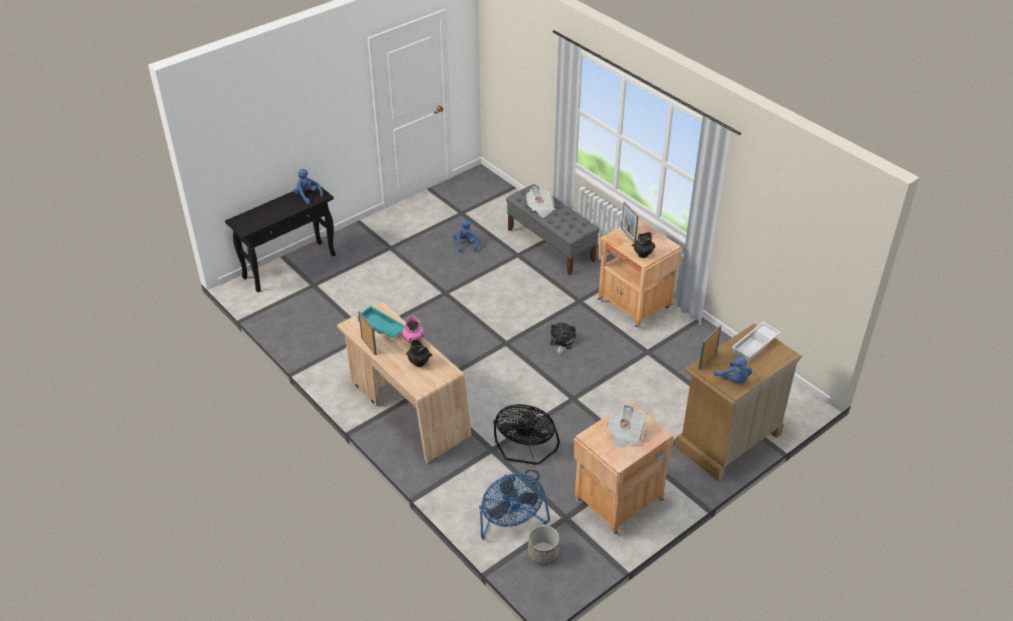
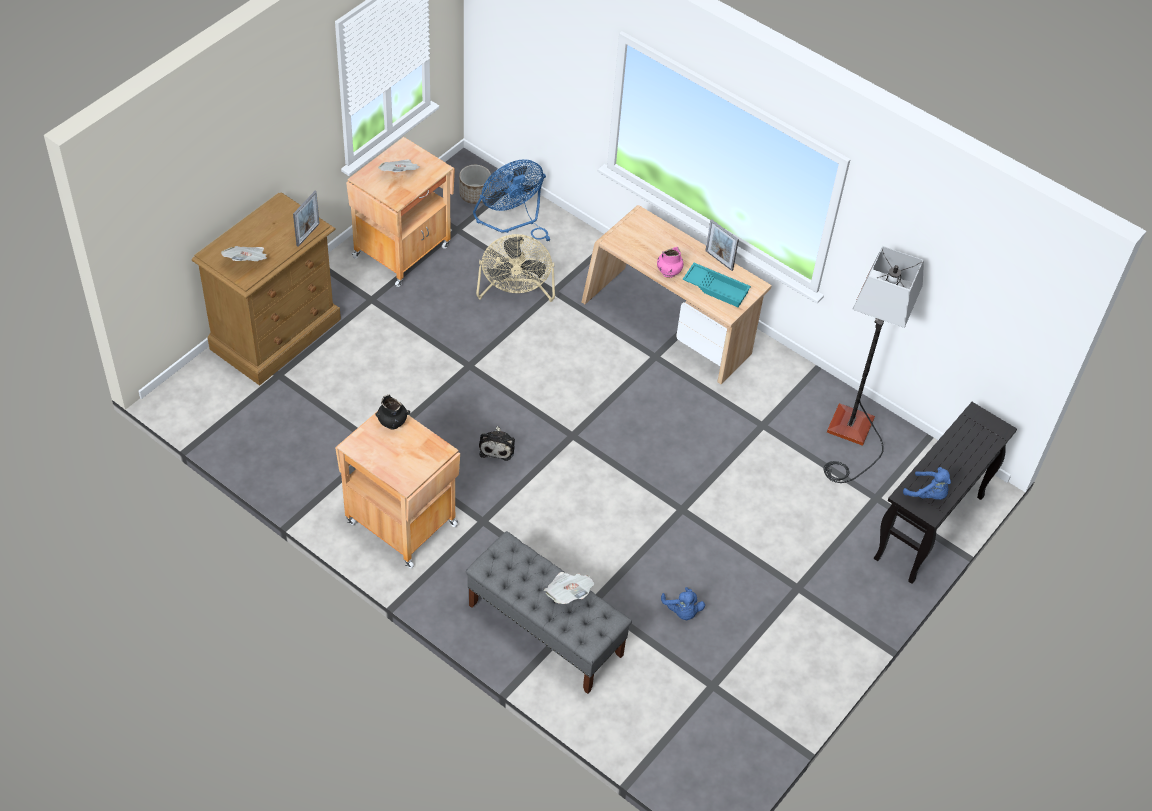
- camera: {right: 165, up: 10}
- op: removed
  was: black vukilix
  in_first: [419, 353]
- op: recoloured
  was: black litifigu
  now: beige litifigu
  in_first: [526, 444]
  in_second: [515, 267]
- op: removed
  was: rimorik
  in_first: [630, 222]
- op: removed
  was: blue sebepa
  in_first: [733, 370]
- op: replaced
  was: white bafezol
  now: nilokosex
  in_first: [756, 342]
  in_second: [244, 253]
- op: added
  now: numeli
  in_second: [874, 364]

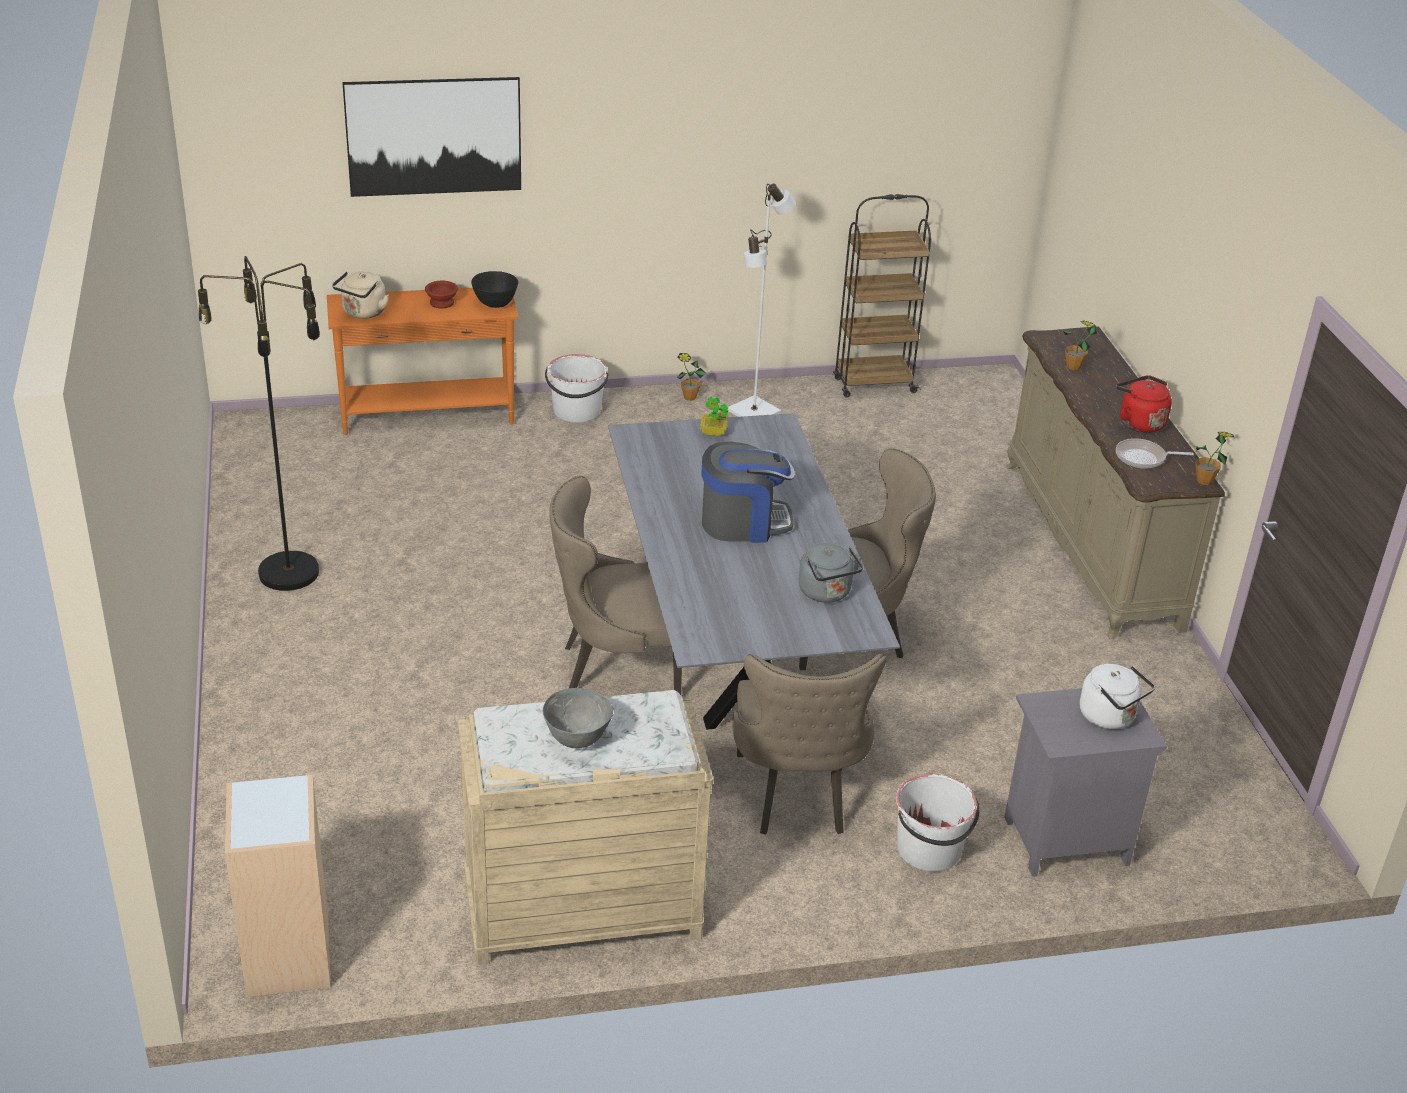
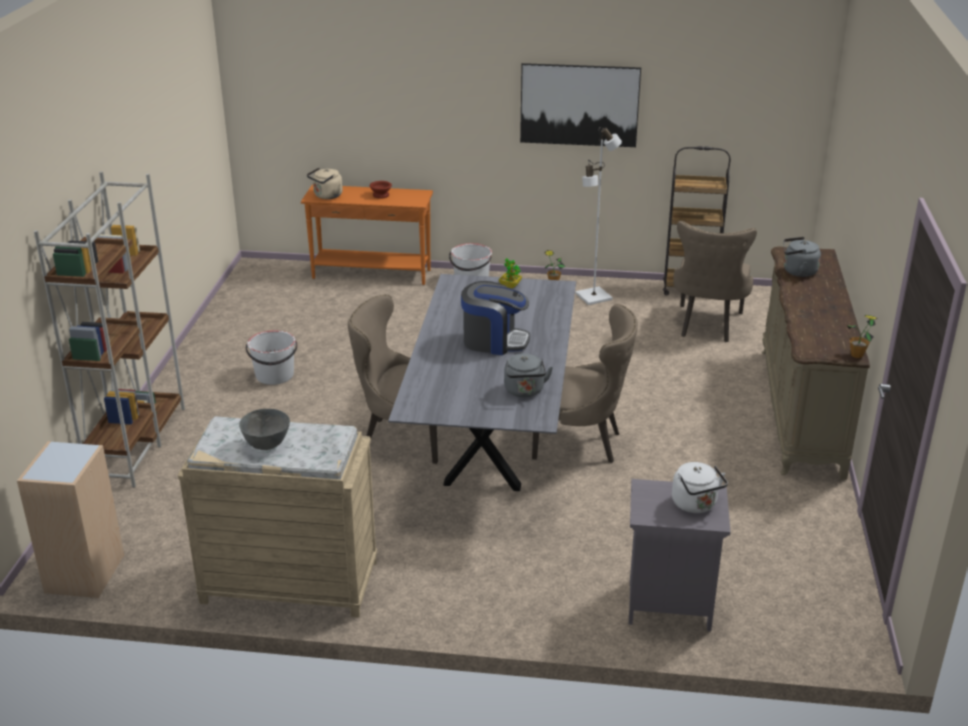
- camera: {right: 20, up: -5}
- op: removed
  was: numeli
  in_first: [259, 423]
- op: moved
  was: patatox
  in_first: [431, 137]
  in_second: [580, 105]
- op: removed
  was: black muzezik
  in_first: [494, 289]
- op: moved
  was: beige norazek
  in_first: [809, 744]
  in_second: [715, 281]
- op: moved
  was: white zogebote
  in_first: [937, 823]
  in_second: [271, 357]
- op: replaced
  was: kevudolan
  now: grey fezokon
  in_first: [1079, 345]
  in_second: [802, 257]
- op: removed
  was: red fezokon
  in_first: [1144, 404]
- op: removed
  was: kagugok
  in_first: [1155, 453]
- op: added
  now: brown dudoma
  in_second: [109, 329]

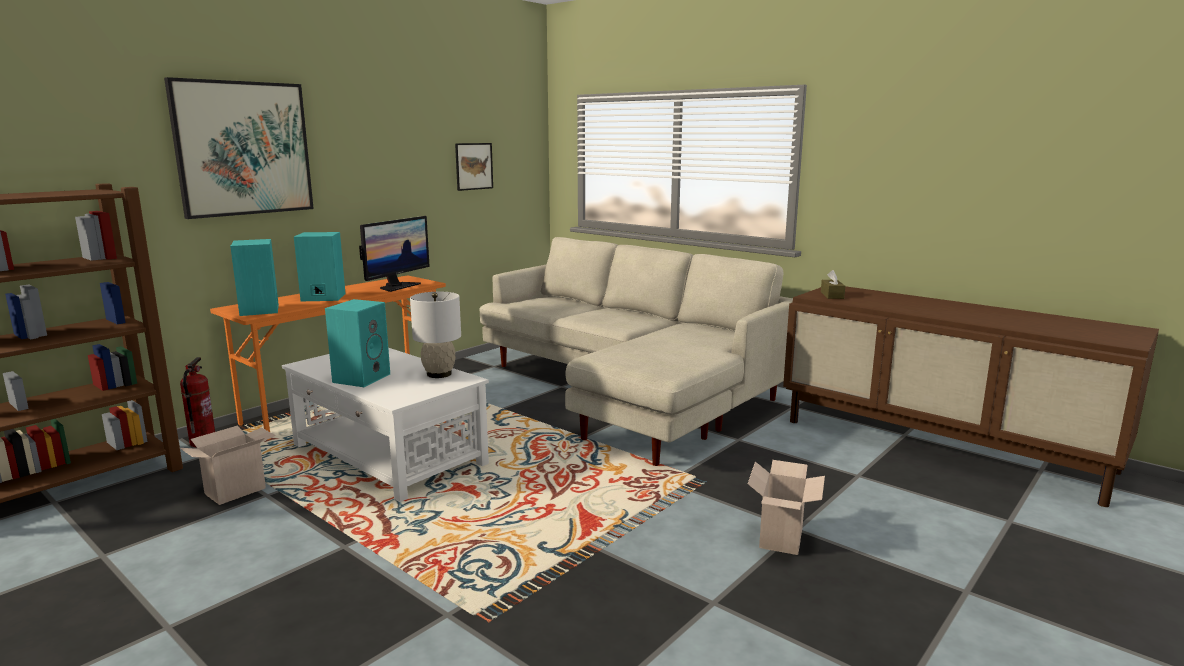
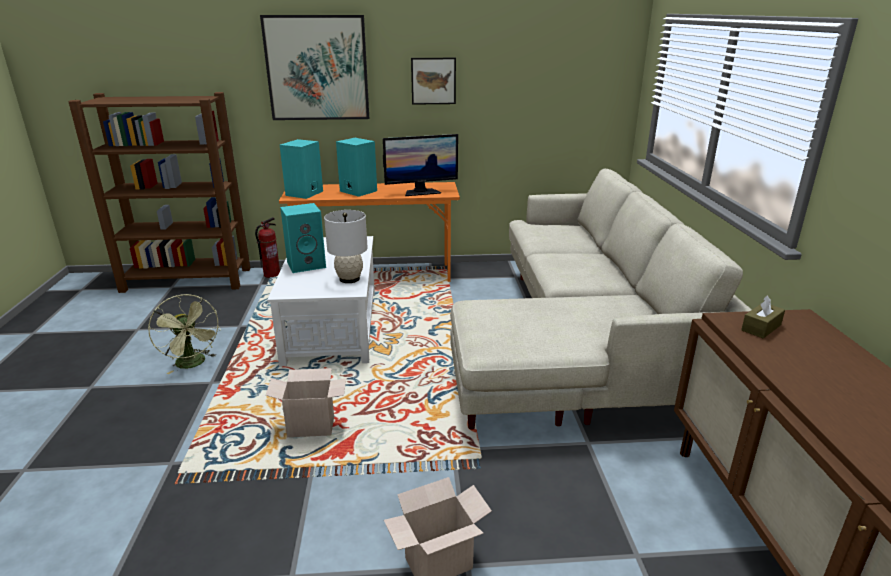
- camera: {right: 45, up: 10}
- op: moved
  was: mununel
  in_first: [228, 465]
  in_second: [306, 402]
- op: moved
  was: patatox
  in_first: [474, 167]
  in_second: [433, 81]
- op: added
  now: green litifigu
  in_second: [184, 334]

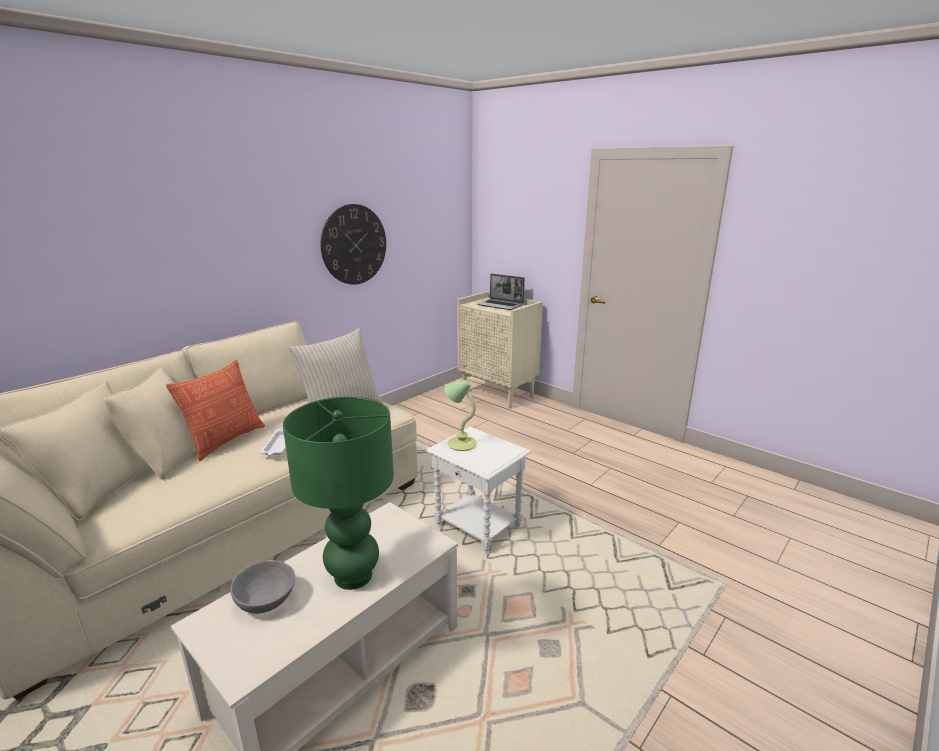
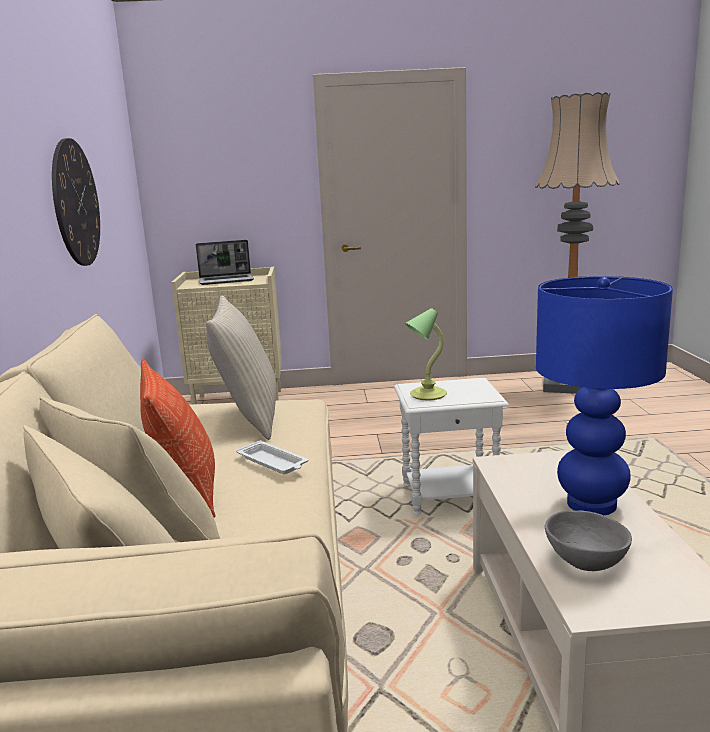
- camera: {right: -45, up: -5}
- op: recoloured
  was: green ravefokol
  now: blue ravefokol
  in_first: [338, 493]
  in_second: [604, 395]
- op: added
  now: numeli
  in_second: [577, 243]

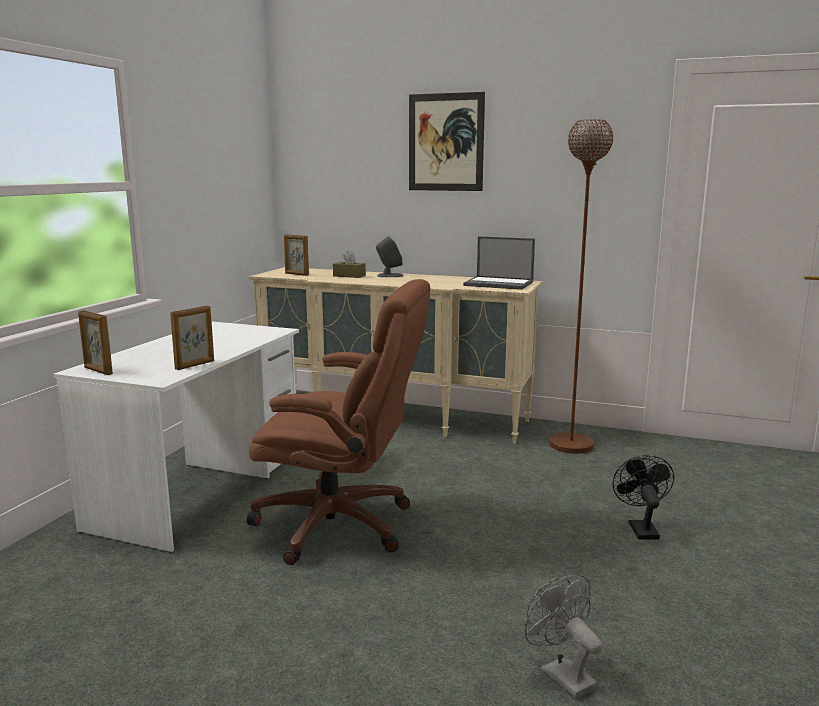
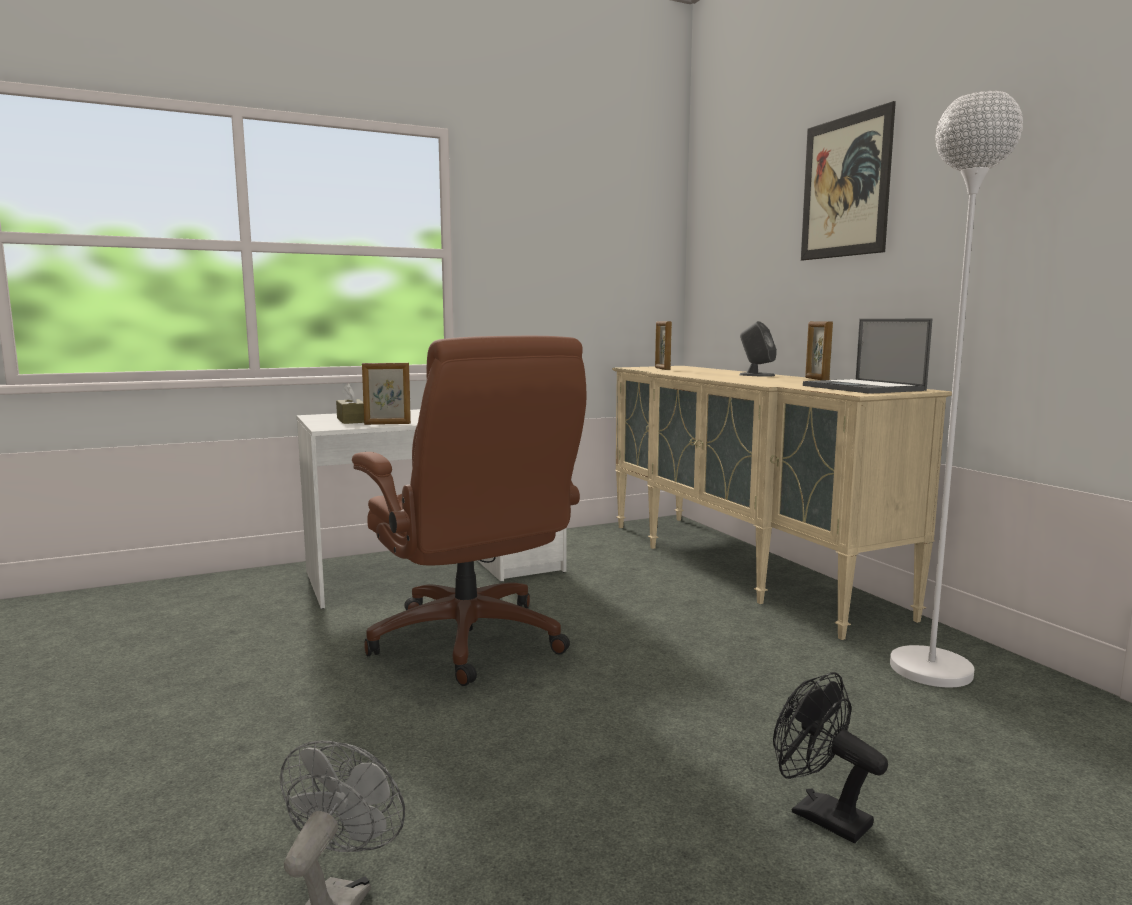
- camera: {right: 45, up: -5}
- op: moved
  was: rimorik
  in_first: [95, 342]
  in_second: [819, 350]
- op: moved
  was: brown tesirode
  in_first: [349, 264]
  in_second: [350, 404]
- op: recoloured
  was: brown numeli
  now: white numeli
  in_first: [581, 286]
  in_second: [956, 389]
- op: turned
  was: black litifigu
  in_first: [643, 497]
  in_second: [830, 757]
  clockwise: -90

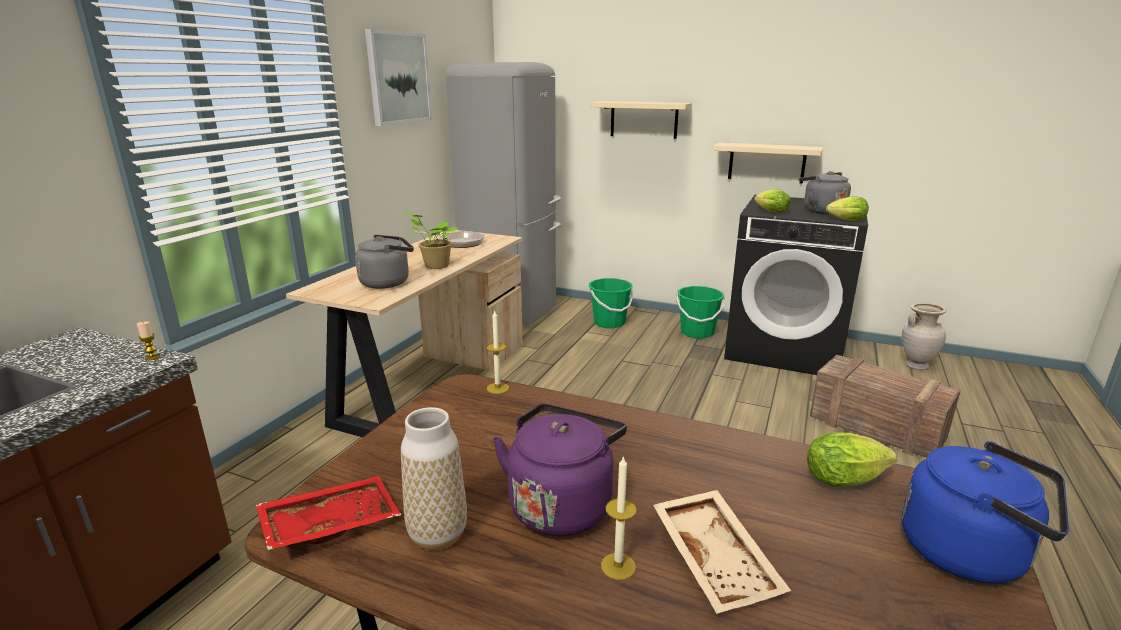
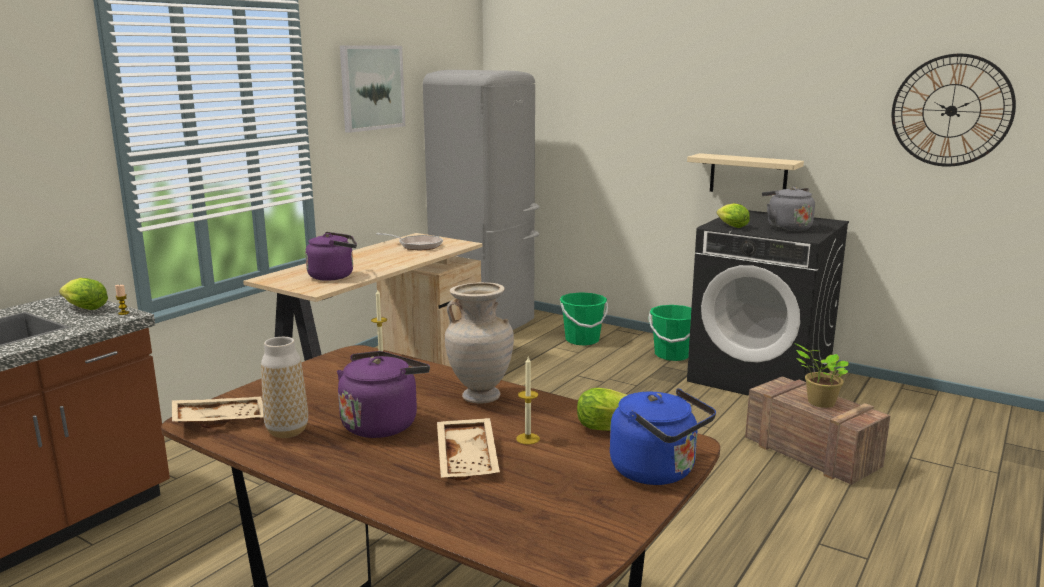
- camera: {right: 10, up: -5}
- op: recoloured
  was: red bafezol
  now: beige bafezol
  in_first: [328, 513]
  in_second: [217, 412]
- op: recoloured
  was: grey fezokon
  now: purple fezokon
  in_first: [384, 262]
  in_second: [331, 256]
- op: moved
  was: kevudolan
  in_first: [431, 240]
  in_second: [822, 375]
- op: removed
  was: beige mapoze
  in_first: [641, 120]
- op: moved
  was: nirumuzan
  in_first: [619, 517]
  in_second: [528, 401]
- op: moved
  was: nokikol
  in_first: [847, 209]
  in_second: [83, 294]
- op: moved
  was: beige vukilix
  in_first: [924, 336]
  in_second: [479, 342]
- op: added
  now: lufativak
  in_second: [954, 110]

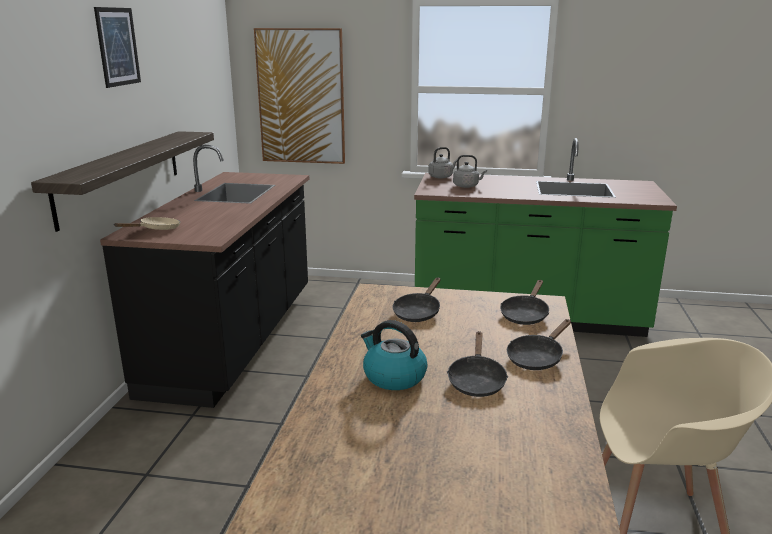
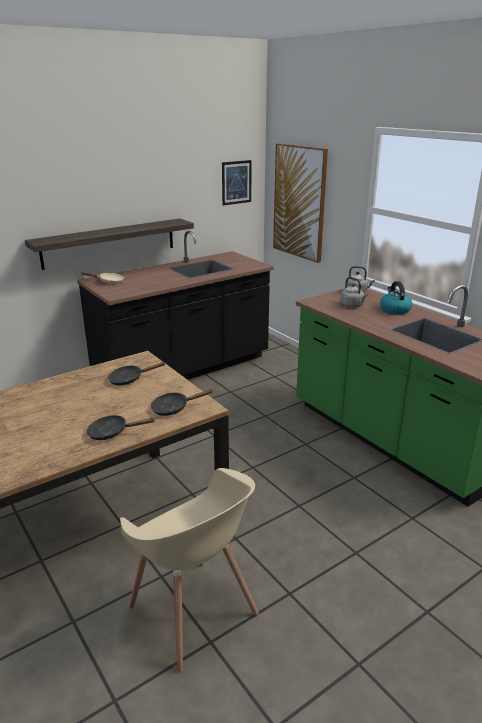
- camera: {right: 45, up: 5}
- op: moved
  was: patatox
  in_first: [117, 47]
  in_second: [237, 182]
- op: moved
  was: fezokon
  in_first: [394, 355]
  in_second: [396, 298]
- op: removed
  was: black kagugok
  in_first: [477, 364]

